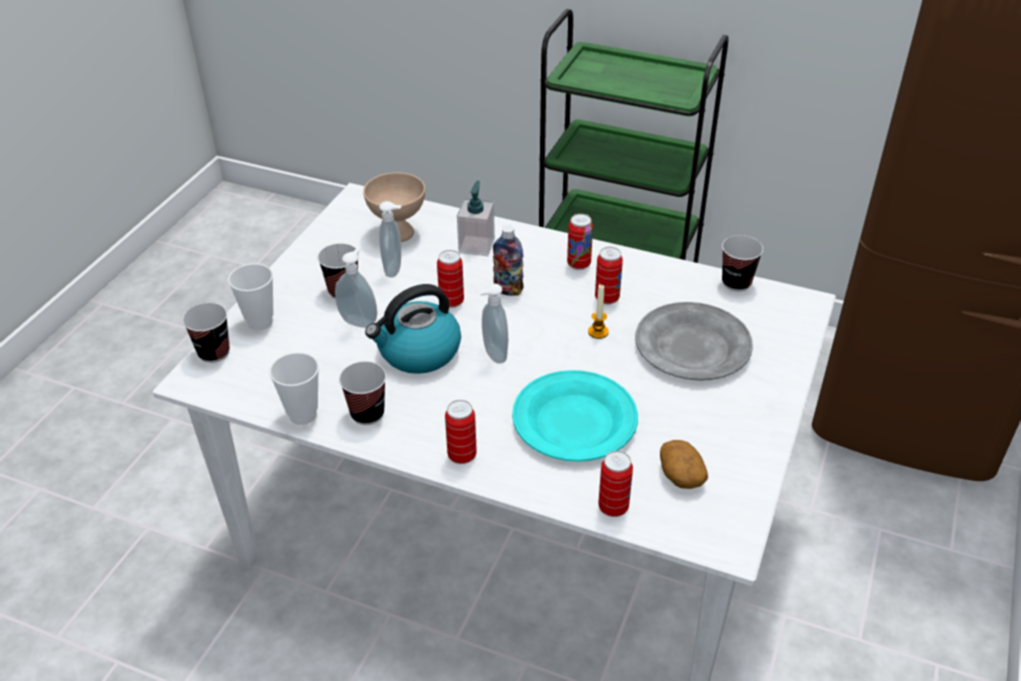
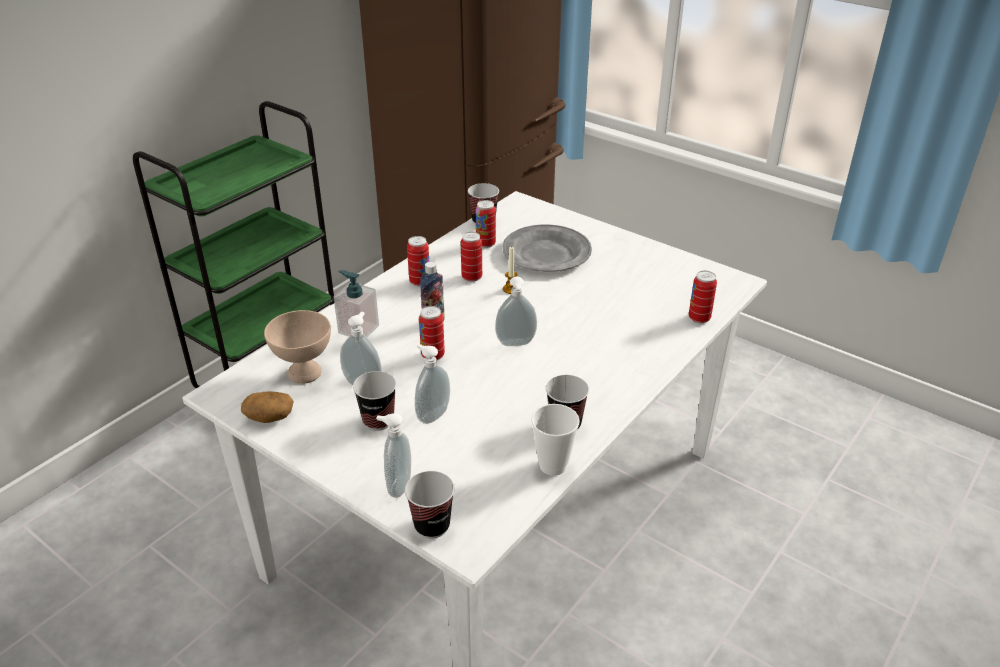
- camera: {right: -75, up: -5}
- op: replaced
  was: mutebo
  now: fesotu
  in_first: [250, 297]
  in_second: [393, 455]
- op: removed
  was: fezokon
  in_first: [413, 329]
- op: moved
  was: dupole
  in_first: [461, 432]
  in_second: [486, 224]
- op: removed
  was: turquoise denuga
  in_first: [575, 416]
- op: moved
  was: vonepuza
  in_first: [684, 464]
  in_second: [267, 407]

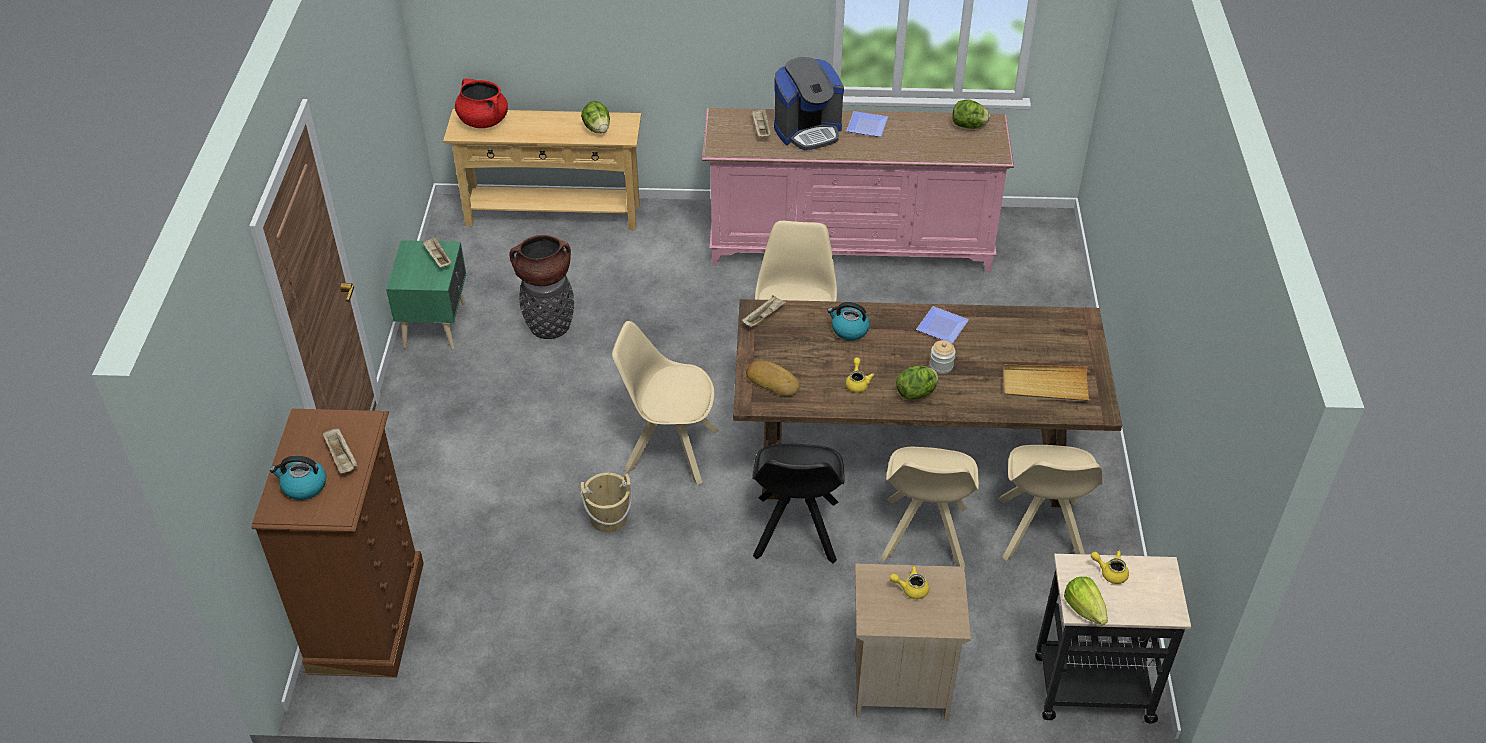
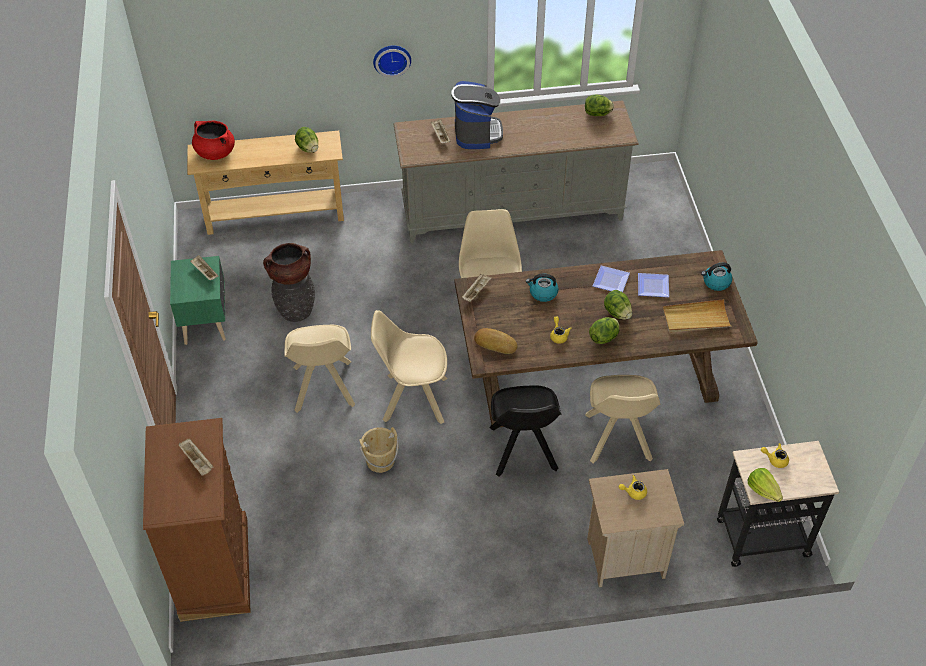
- camera: {right: -10, up: 5}
- op: moved
  was: fezokon
  in_first: [298, 478]
  in_second: [716, 277]
- op: recoloured
  was: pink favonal
  now: grey favonal
  in_first: [858, 190]
  in_second: [516, 172]
- op: turned
  was: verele
  in_first: [809, 103]
  in_second: [477, 115]
  clockwise: -60
- op: moved
  was: denuga
  in_first: [867, 124]
  in_second: [653, 285]
- op: replaced
  was: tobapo
  now: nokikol
  in_first: [943, 357]
  in_second: [618, 304]
- op: moved
  was: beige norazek
  in_first: [1050, 503]
  in_second: [319, 369]
- op: added
  now: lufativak
  in_second: [392, 61]

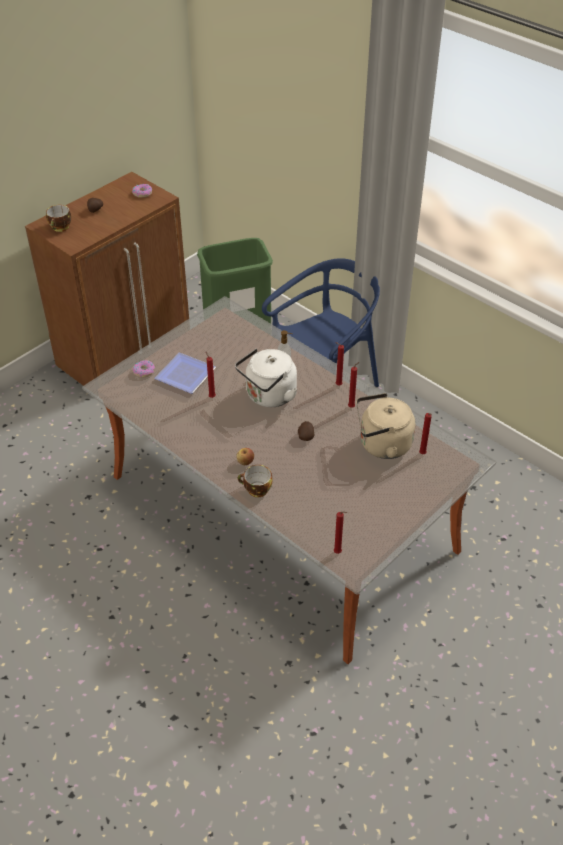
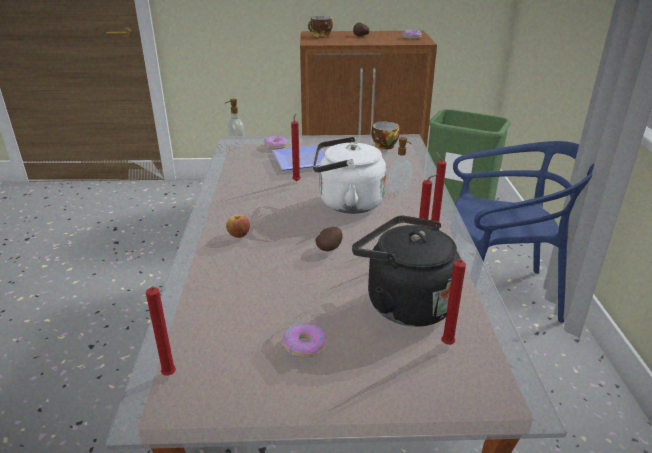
- camera: {right: 45, up: -15}
- op: moved
  was: mutebo
  in_first: [255, 481]
  in_second: [385, 135]
- op: recoloured
  was: beige fezokon
  now: black fezokon
  in_first: [386, 426]
  in_second: [406, 271]
- op: added
  now: fesotu
  in_second: [235, 123]
- op: added
  now: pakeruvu
  in_second: [304, 340]

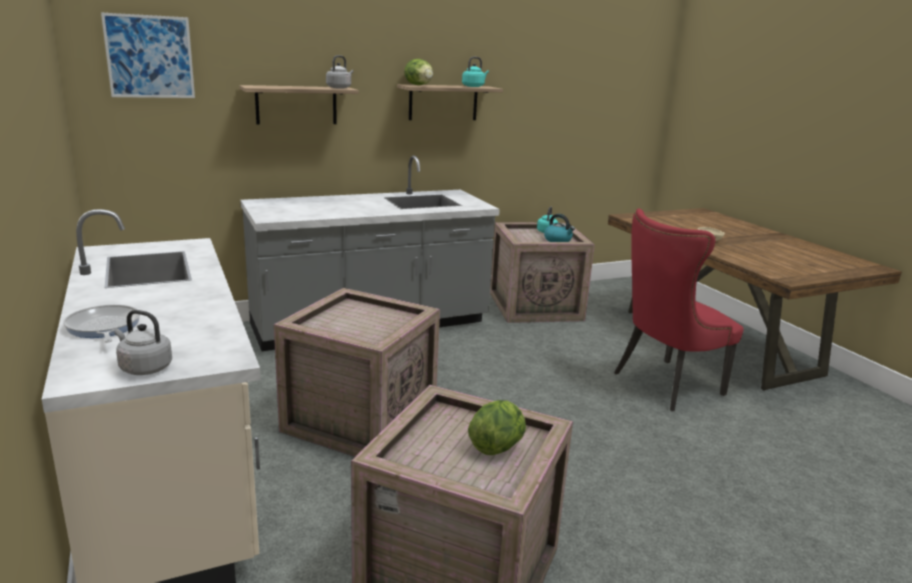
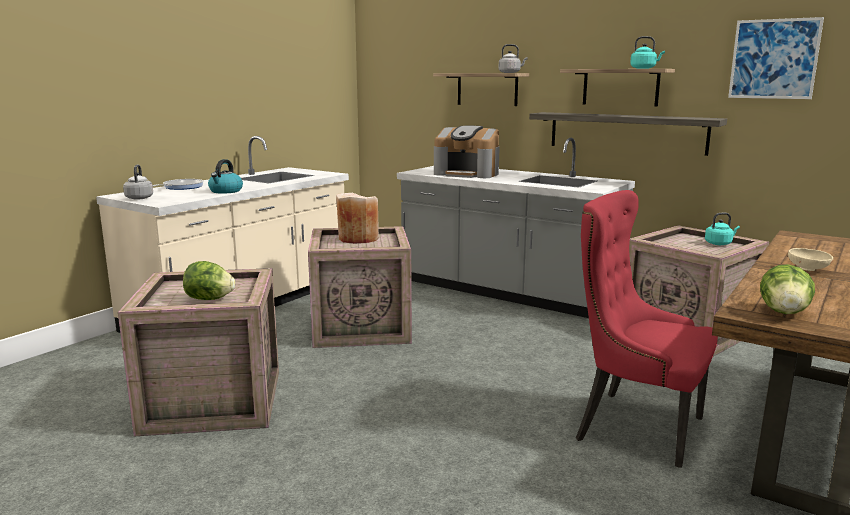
- camera: {right: 60, up: -5}
- op: moved
  was: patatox
  in_first: [148, 55]
  in_second: [776, 58]
- op: moved
  was: nokikol
  in_first: [418, 72]
  in_second: [787, 289]
- op: moved
  was: fezokon
  in_first: [559, 228]
  in_second: [225, 176]
- op: added
  now: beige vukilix
  in_second: [357, 218]
- op: added
  now: verele
  in_second: [467, 152]
- op: added
  now: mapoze
  in_second: [628, 134]

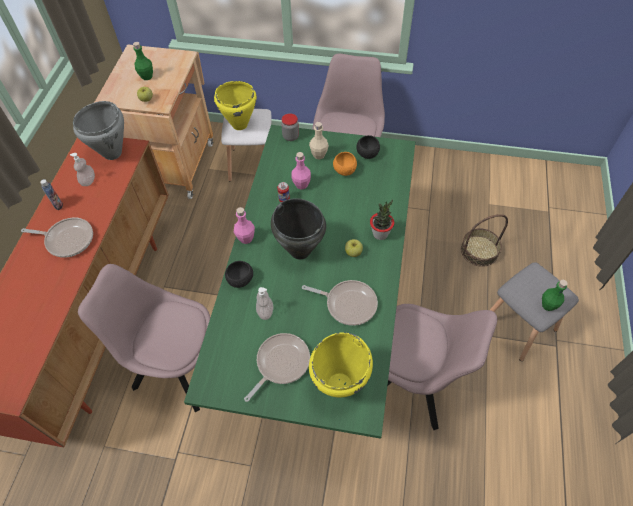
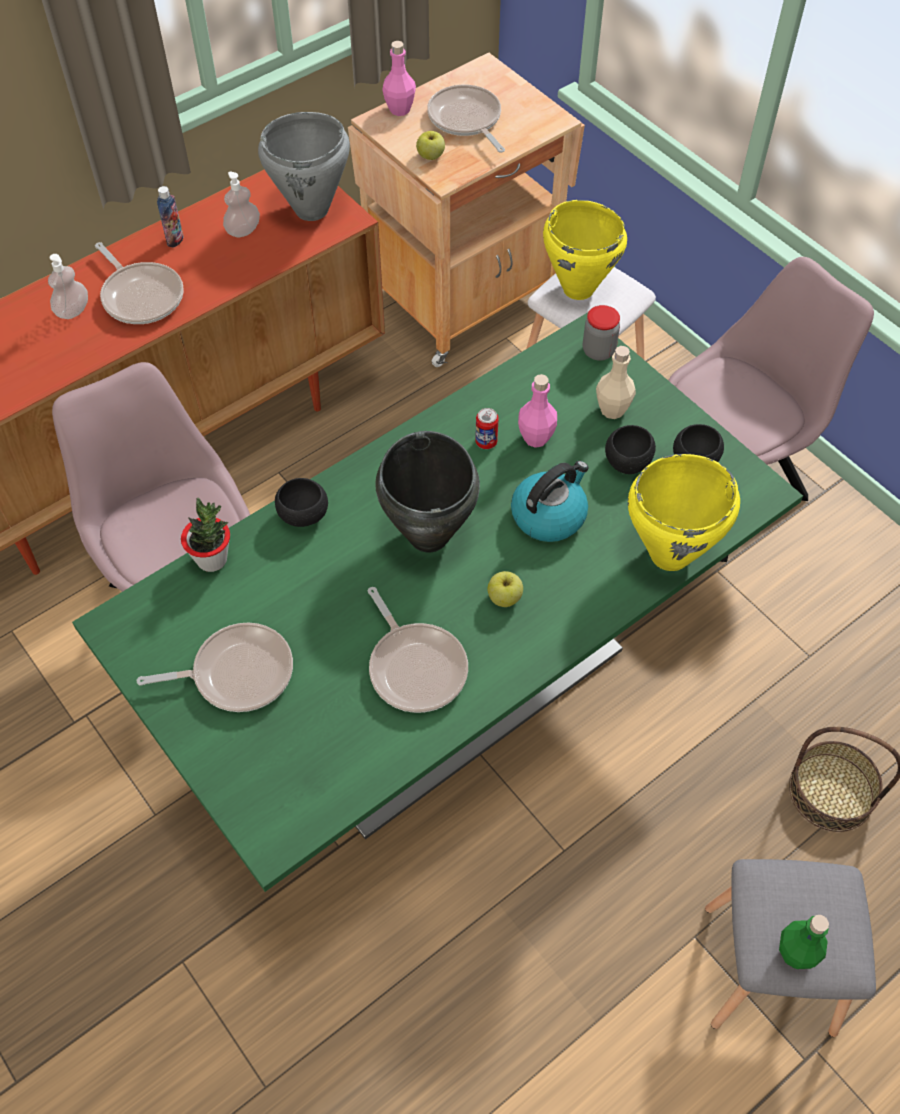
- camera: {right: 40, up: 0}
- op: replaced
  was: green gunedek
  now: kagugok
  in_first: [143, 61]
  in_second: [466, 119]
- op: moved
  was: pink gunedek
  in_first: [244, 225]
  in_second: [399, 78]
- op: moved
  was: fesotu
  in_first: [264, 303]
  in_second: [68, 286]
- op: moved
  was: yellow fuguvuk
  in_first: [341, 364]
  in_second: [684, 512]
- op: recoloured
  was: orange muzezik
  now: black muzezik
  in_first: [345, 164]
  in_second: [630, 449]
- op: moved
  was: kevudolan
  in_first: [382, 219]
  in_second: [205, 535]
- op: removed
  was: pink norazek
  in_first: [442, 367]
- op: added
  now: fezokon
  in_second: [550, 501]

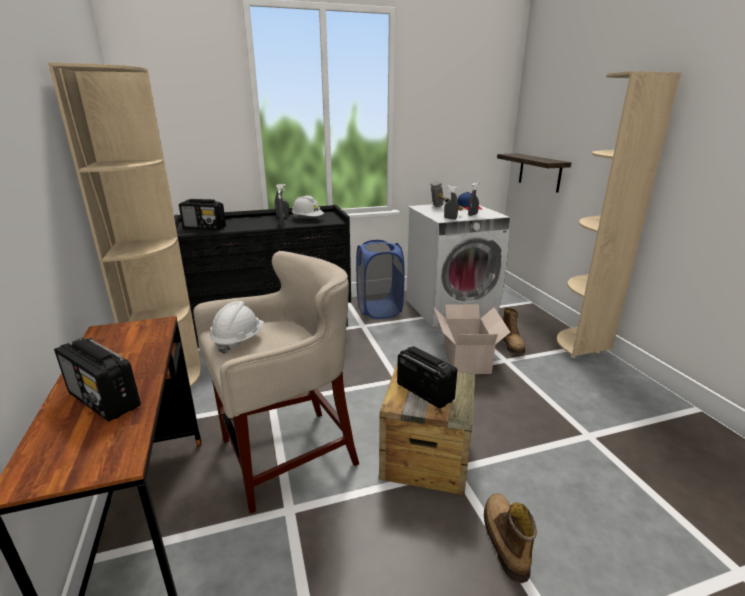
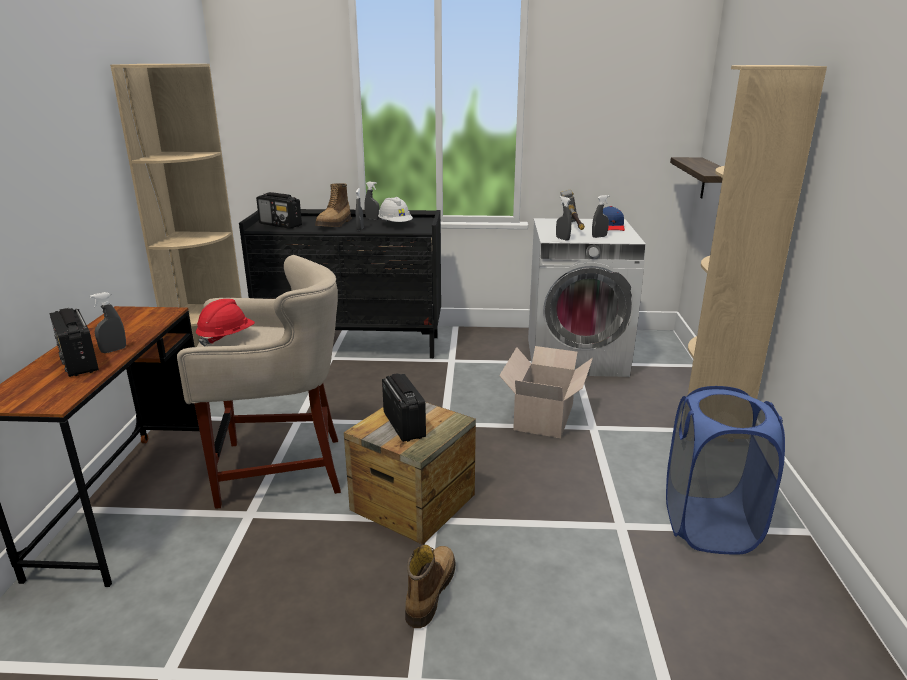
- camera: {right: 20, up: 0}
- op: recoloured
  was: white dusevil
  now: red dusevil
  in_first: [237, 327]
  in_second: [225, 323]
- op: moved
  was: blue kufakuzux
  in_first: [380, 279]
  in_second: [725, 470]
- op: moved
  was: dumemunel
  in_first: [513, 330]
  in_second: [333, 205]
- op: added
  now: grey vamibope
  in_second: [108, 322]

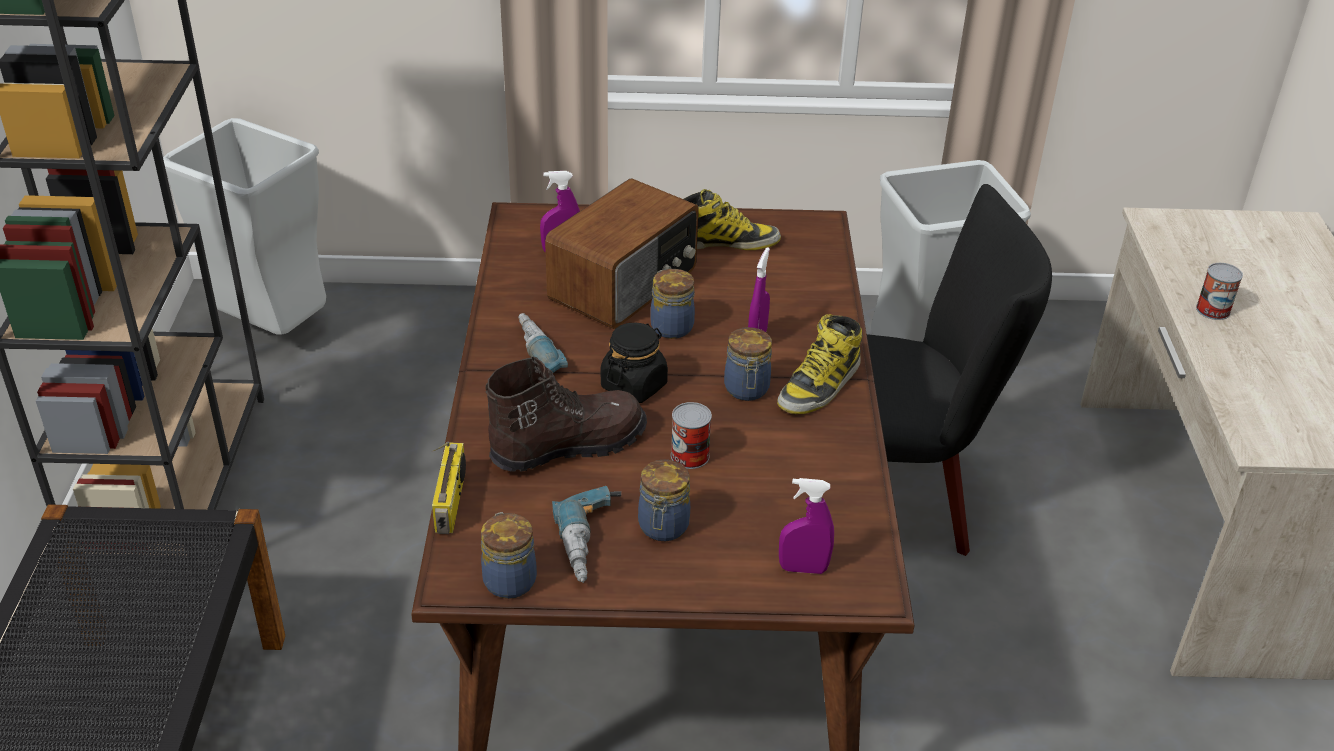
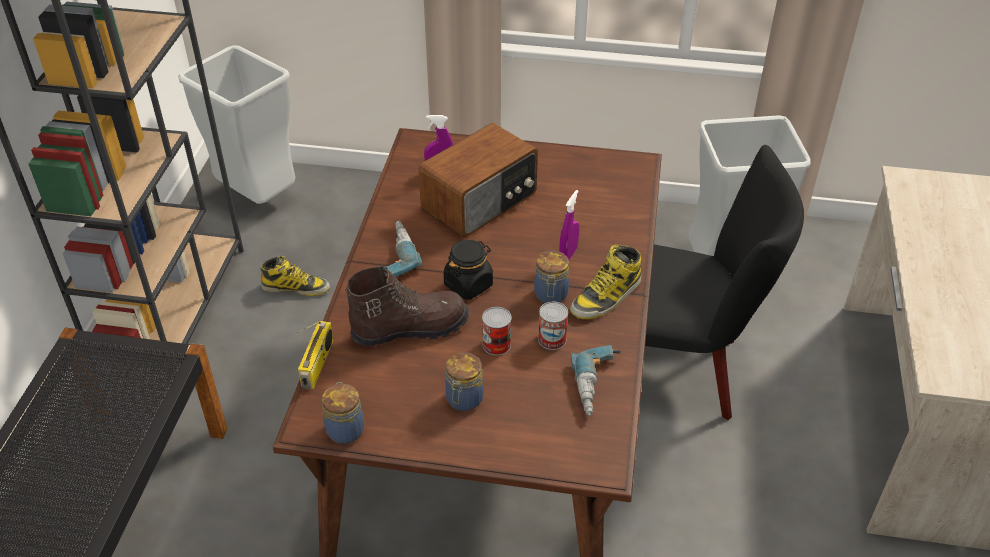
- camera: {right: 10, up: 5}
- op: moved
  was: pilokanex
  in_first: [586, 534]
  in_second: [596, 380]
- op: removed
  was: tobapo
  in_first: [672, 304]
- op: moved
  was: dumemunel
  in_first: [732, 219]
  in_second: [295, 276]
- op: removed
  was: purple vamibope
  in_first: [806, 526]
- op: moved
  was: dupole
  in_first: [1219, 291]
  in_second: [553, 325]

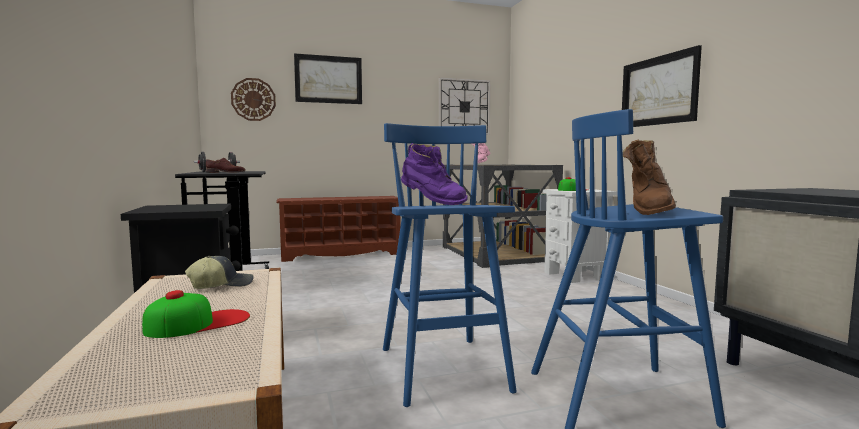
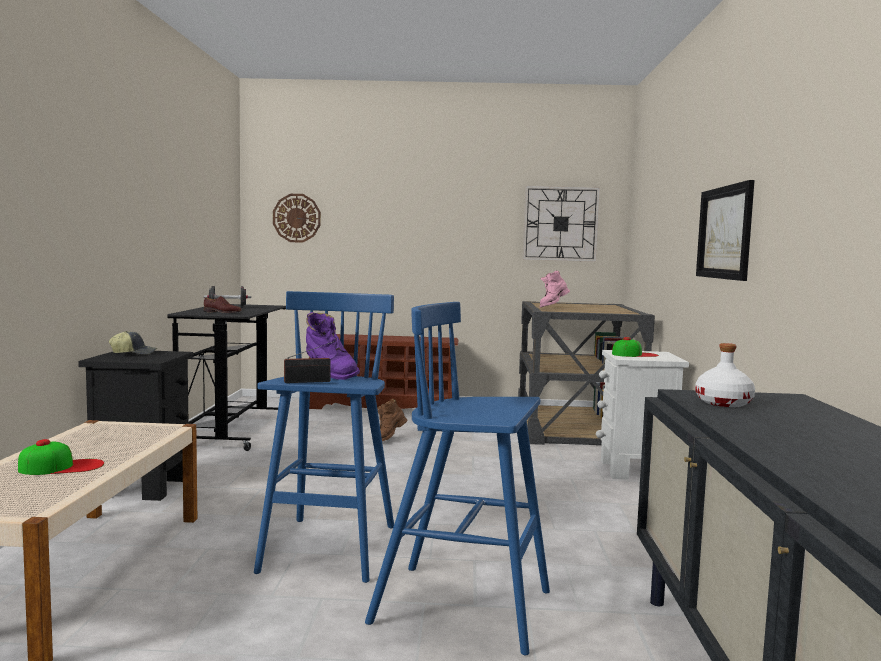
- camera: {right: 20, up: 0}
- op: moved
  was: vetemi
  in_first: [219, 272]
  in_second: [133, 343]
- op: removed
  was: patatox
  in_first: [328, 78]
- op: moved
  was: brown dumemunel
  in_first: [649, 177]
  in_second: [392, 420]
- op: added
  now: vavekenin
  in_second: [309, 362]
- op: added
  now: white gunedek
  in_second: [725, 375]

